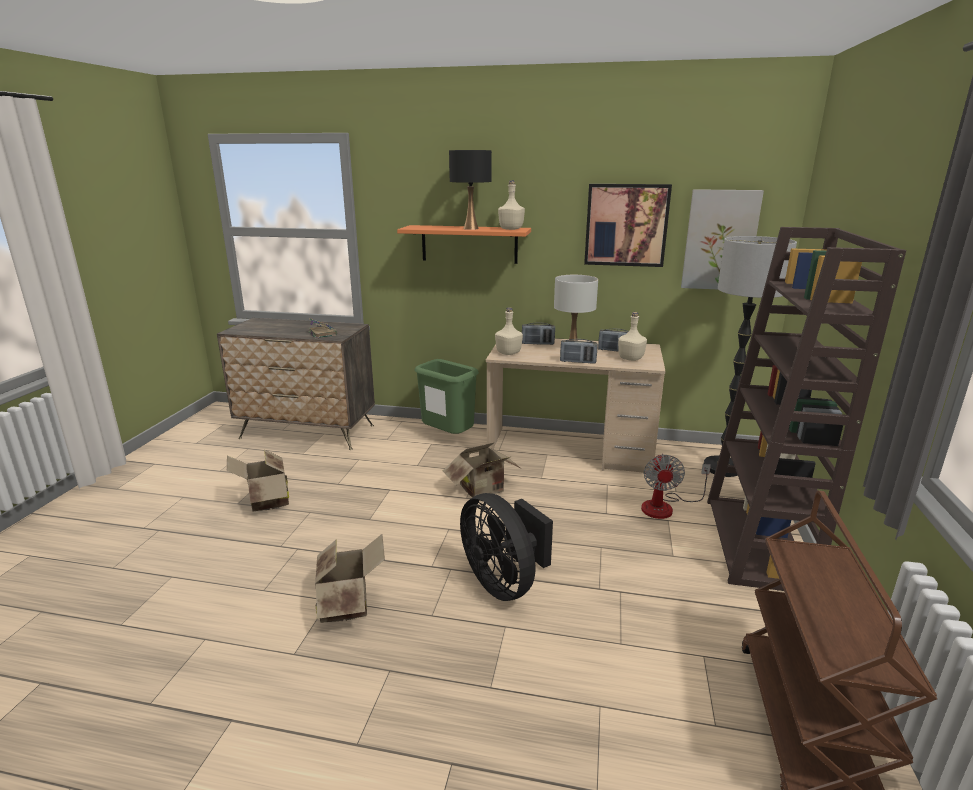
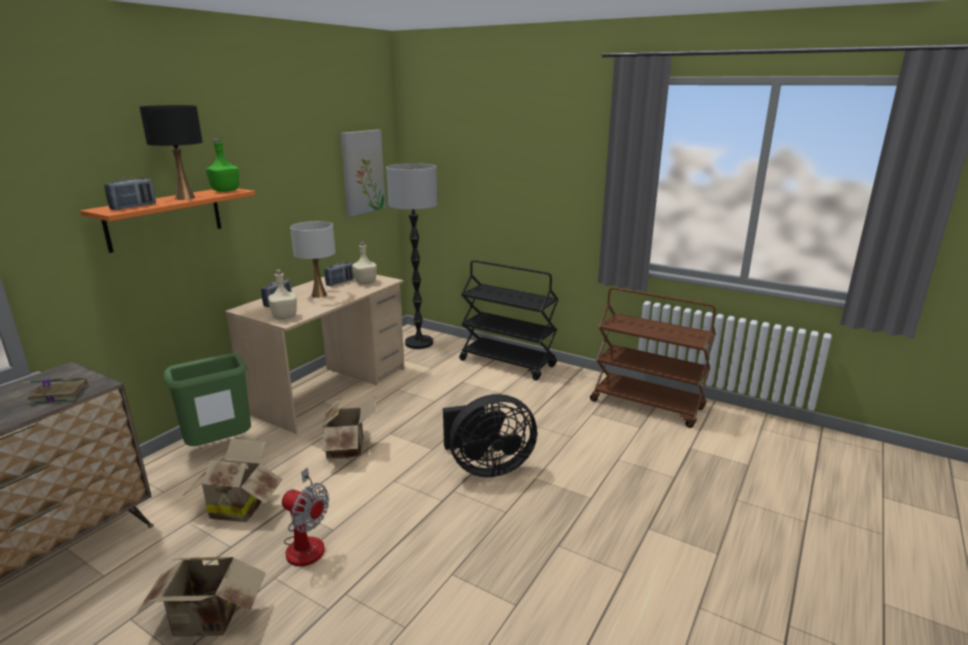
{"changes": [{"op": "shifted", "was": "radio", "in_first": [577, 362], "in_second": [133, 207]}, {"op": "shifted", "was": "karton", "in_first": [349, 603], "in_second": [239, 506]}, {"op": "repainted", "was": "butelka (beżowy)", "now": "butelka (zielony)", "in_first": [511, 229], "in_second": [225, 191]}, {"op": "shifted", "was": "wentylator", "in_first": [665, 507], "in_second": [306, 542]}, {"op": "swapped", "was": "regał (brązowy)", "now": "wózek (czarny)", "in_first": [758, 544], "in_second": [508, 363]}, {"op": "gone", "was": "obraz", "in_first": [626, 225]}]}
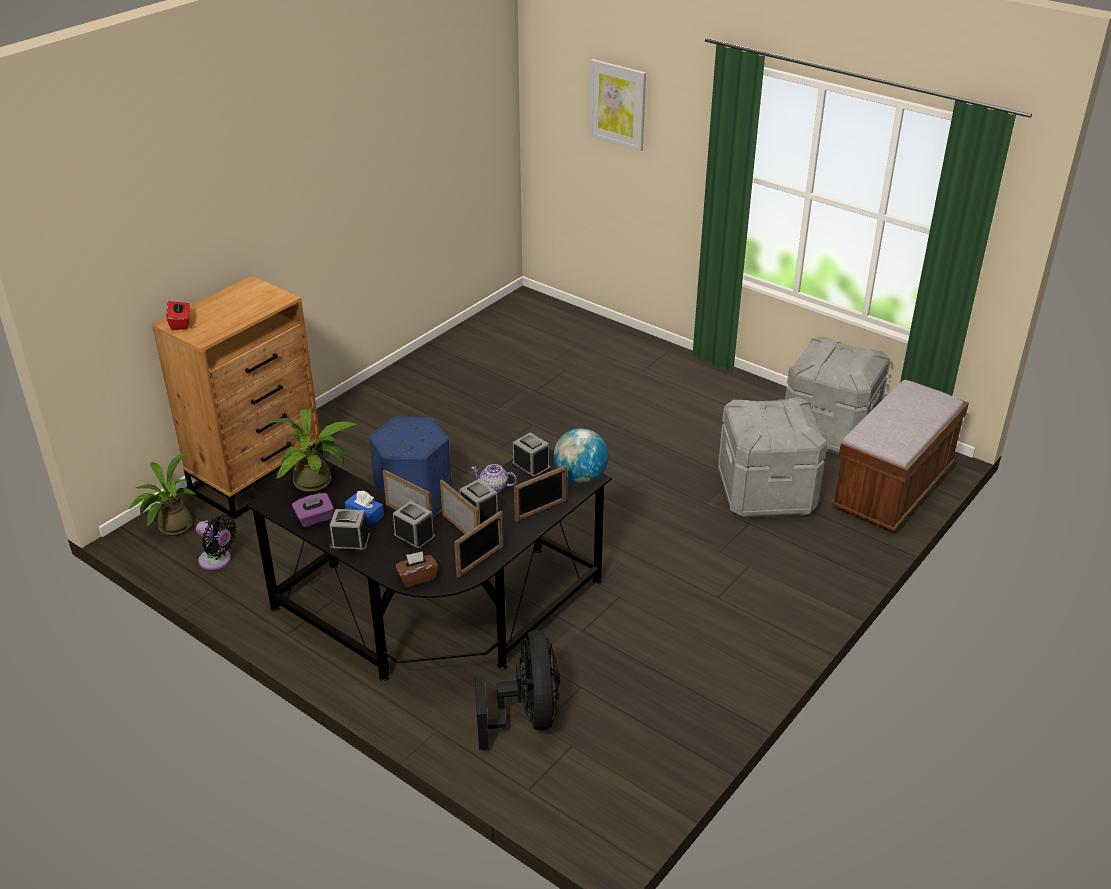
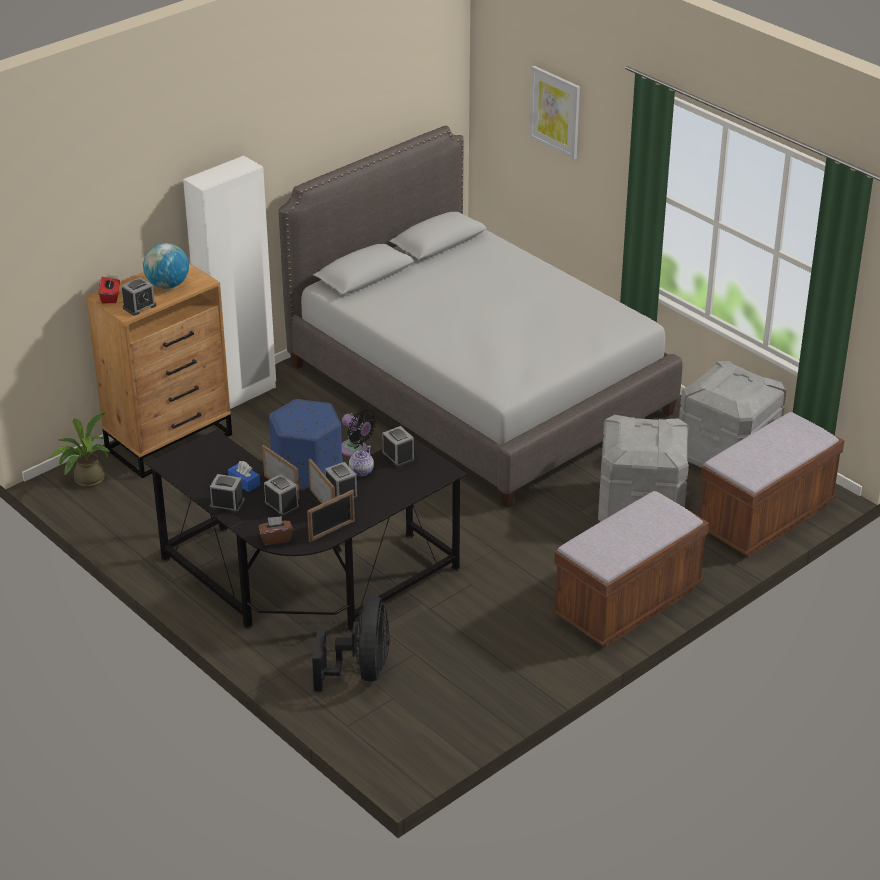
{"changes": [{"op": "new", "now": "budzik", "in_second": [139, 307]}, {"op": "shifted", "was": "globus", "in_first": [580, 477], "in_second": [167, 285]}, {"op": "new", "now": "szafa (biały)", "in_second": [240, 395]}, {"op": "new", "now": "łóżko (szary)", "in_second": [478, 388]}, {"op": "shifted", "was": "wentylator (czarny)", "in_first": [217, 560], "in_second": [356, 449]}, {"op": "rotated", "was": "imbryk", "in_first": [494, 487], "in_second": [361, 471], "clockwise": 90}, {"op": "new", "now": "ławka (brązowy)", "in_second": [627, 604]}, {"op": "gone", "was": "roślina doniczkowa", "in_first": [318, 482]}, {"op": "gone", "was": "pudełko chusteczek (fioletowy)", "in_first": [314, 519]}, {"op": "gone", "was": "ramka na zdjęcie", "in_first": [541, 510]}]}
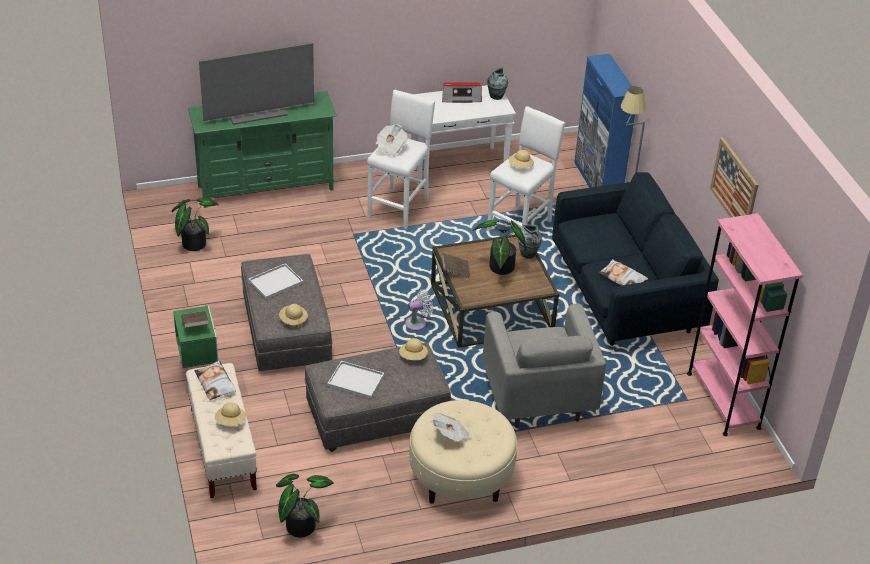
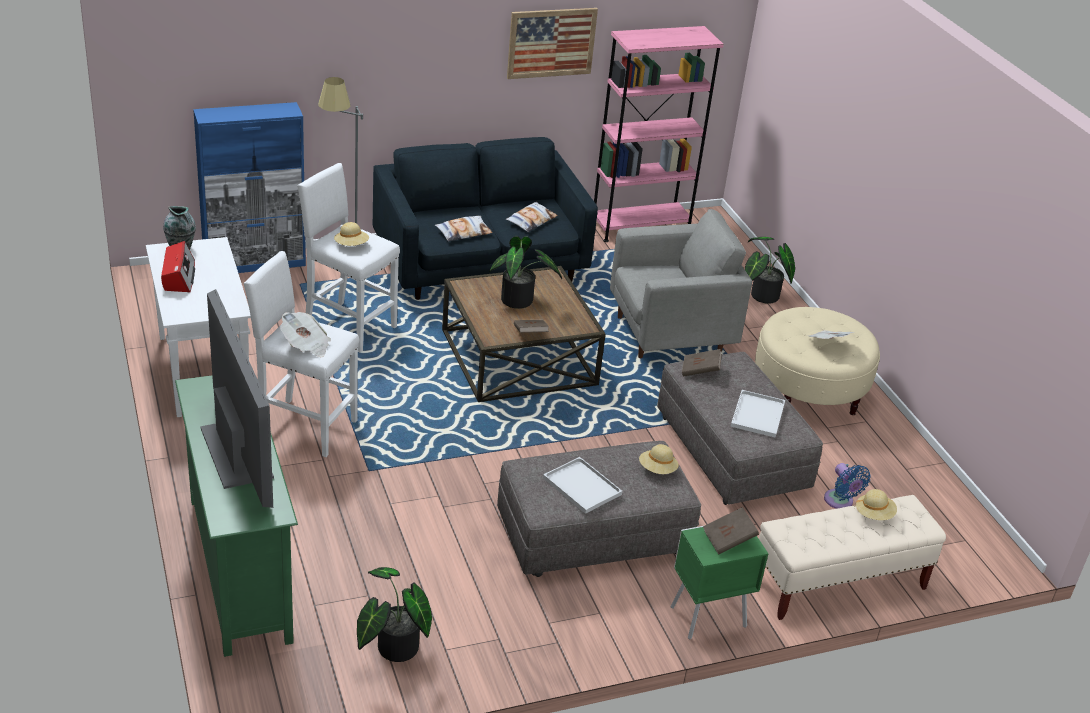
{"changes": [{"op": "shifted", "was": "poduszka", "in_first": [215, 383], "in_second": [463, 232]}, {"op": "swapped", "was": "kapelusz (beżowy)", "now": "książka (brązowy)", "in_first": [413, 356], "in_second": [700, 371]}, {"op": "shifted", "was": "roślina doniczkowa", "in_first": [300, 524], "in_second": [761, 296]}, {"op": "new", "now": "wentylator (niebieski)", "in_second": [840, 502]}, {"op": "gone", "was": "wentylator (biały)", "in_first": [418, 323]}, {"op": "gone", "was": "wazon", "in_first": [528, 254]}]}
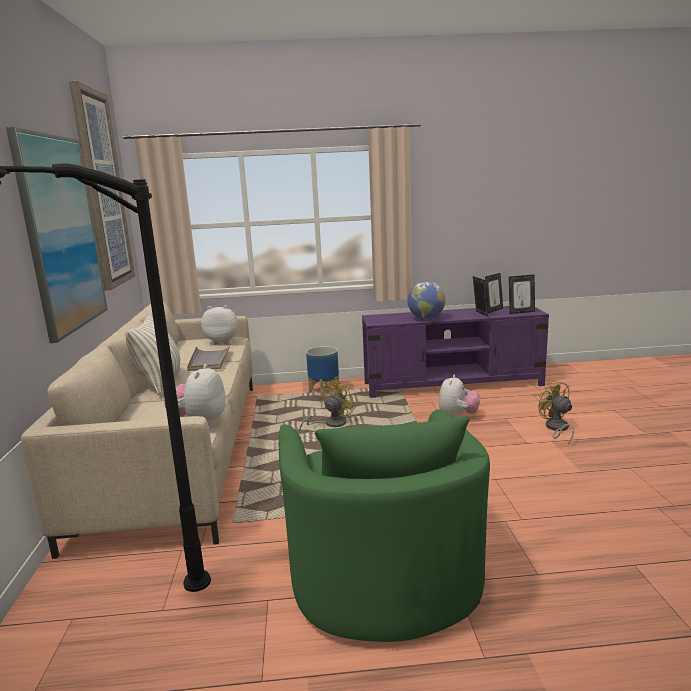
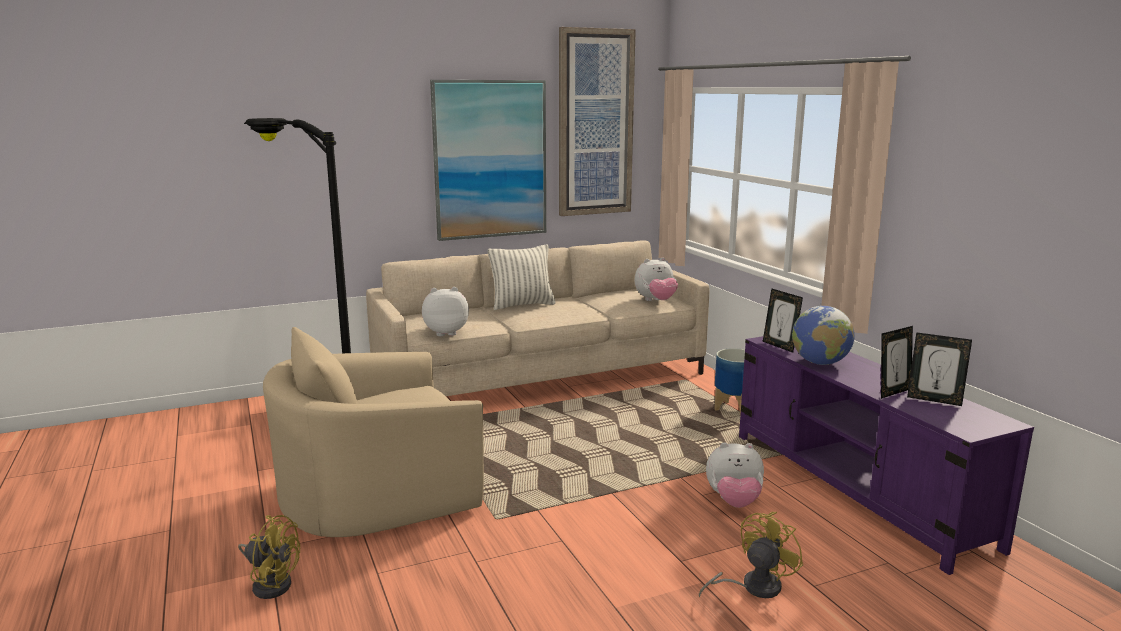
{"changes": [{"op": "shifted", "was": "wentylator (żółty)", "in_first": [331, 424], "in_second": [271, 583]}, {"op": "repainted", "was": "fotel (zielony)", "now": "fotel (beżowy)", "in_first": [381, 568], "in_second": [377, 493]}, {"op": "rotated", "was": "pluszak", "in_first": [223, 341], "in_second": [655, 301], "clockwise": 90}, {"op": "shifted", "was": "ramka na zdjęcie", "in_first": [521, 312], "in_second": [779, 346]}, {"op": "gone", "was": "taca (szary)", "in_first": [209, 360]}]}
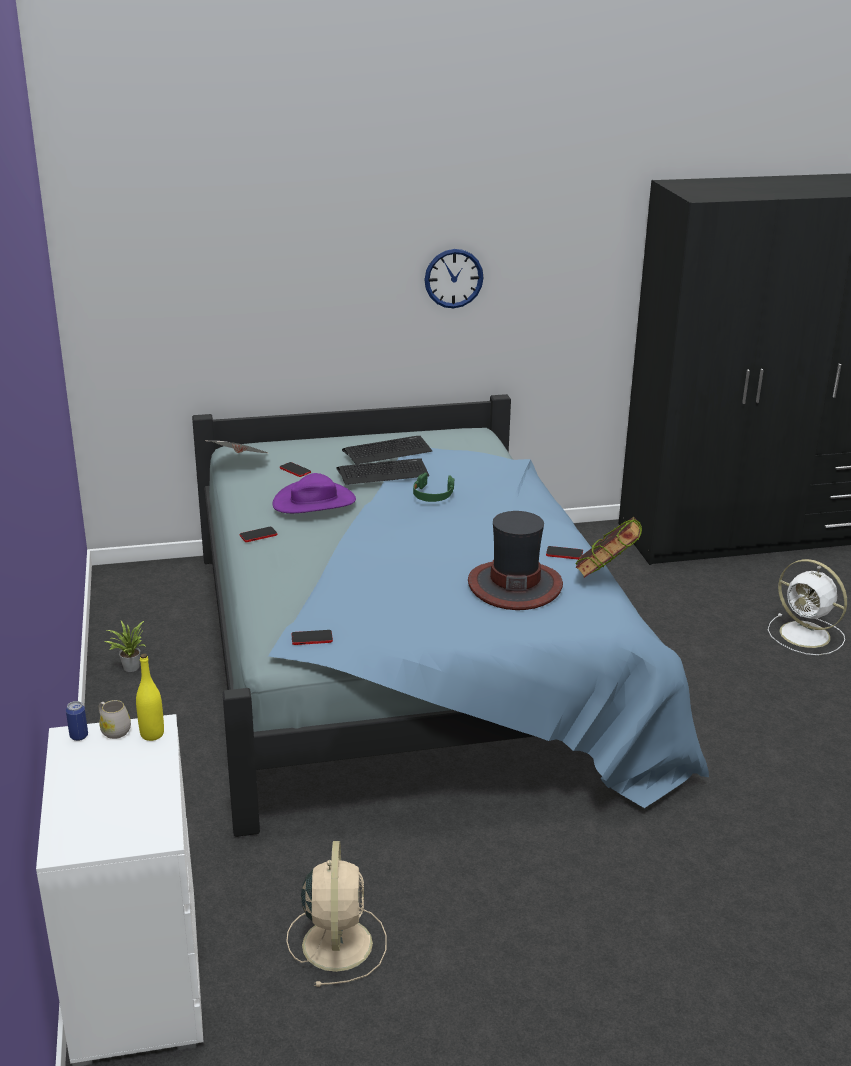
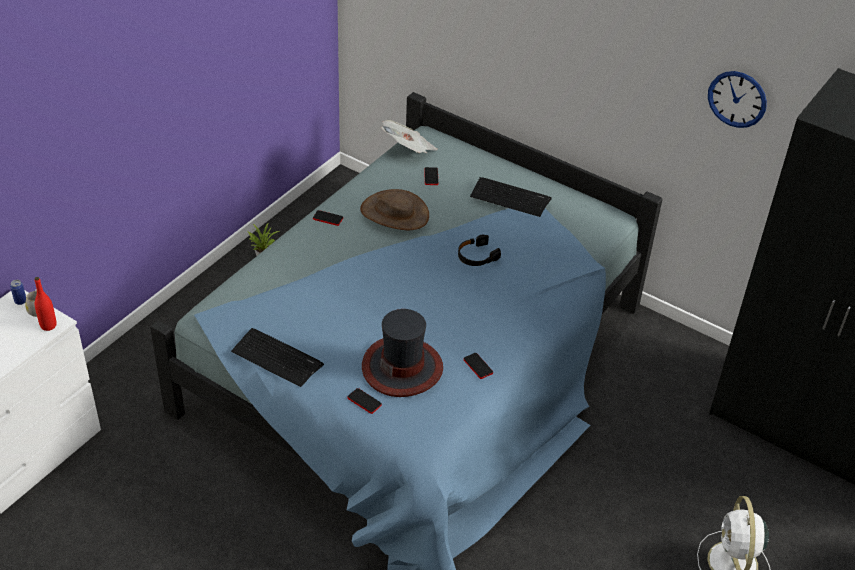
{"changes": [{"op": "repainted", "was": "butelka (żółty)", "now": "butelka (czerwony)", "in_first": [152, 734], "in_second": [48, 325]}, {"op": "shifted", "was": "klawiatura", "in_first": [383, 473], "in_second": [277, 358]}, {"op": "shifted", "was": "telefon", "in_first": [312, 638], "in_second": [364, 401]}, {"op": "repainted", "was": "kapelusz (fioletowy)", "now": "kapelusz (brązowy)", "in_first": [314, 502], "in_second": [394, 213]}, {"op": "repainted", "was": "słuchawki (zielony)", "now": "słuchawki (czarny)", "in_first": [432, 494], "in_second": [476, 256]}, {"op": "shifted", "was": "zegar ścienny", "in_first": [453, 278], "in_second": [737, 99]}, {"op": "gone", "was": "wentylator (beżowy)", "in_first": [337, 942]}, {"op": "gone", "was": "książka", "in_first": [606, 576]}]}
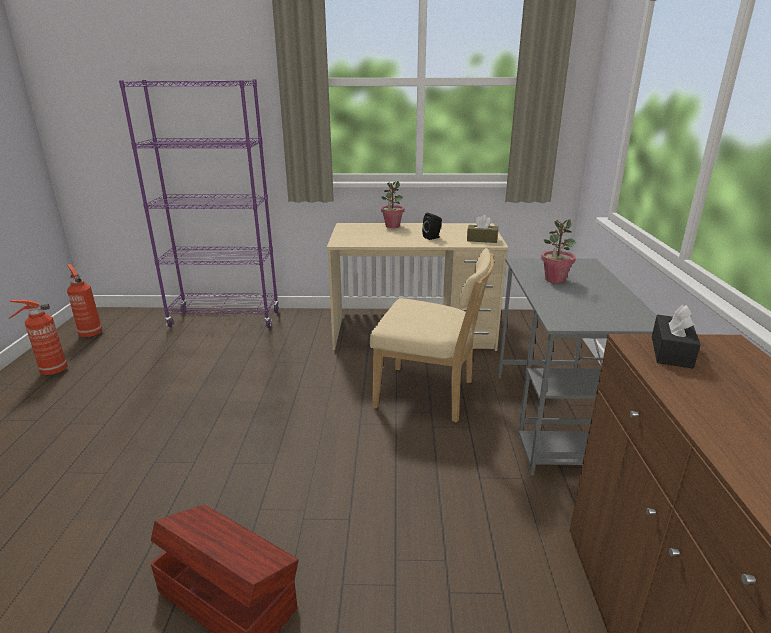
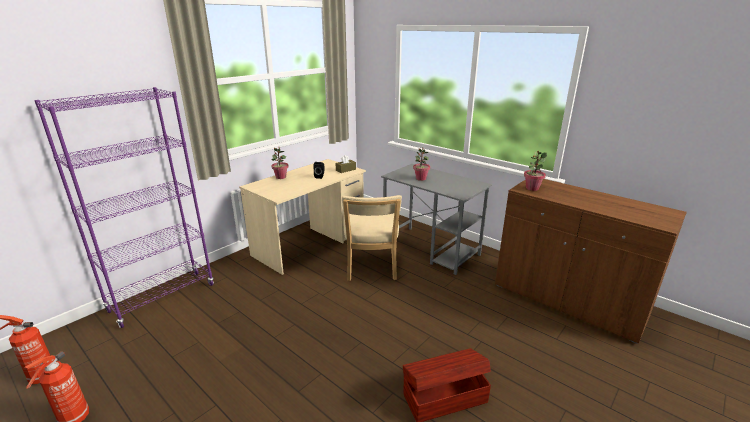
{"changes": [{"op": "rotated", "was": "krzesło (beżowy)", "in_first": [429, 395], "in_second": [371, 268], "clockwise": 120}, {"op": "swapped", "was": "pudełko chusteczek (czarny)", "now": "roślina doniczkowa", "in_first": [671, 352], "in_second": [532, 188]}]}
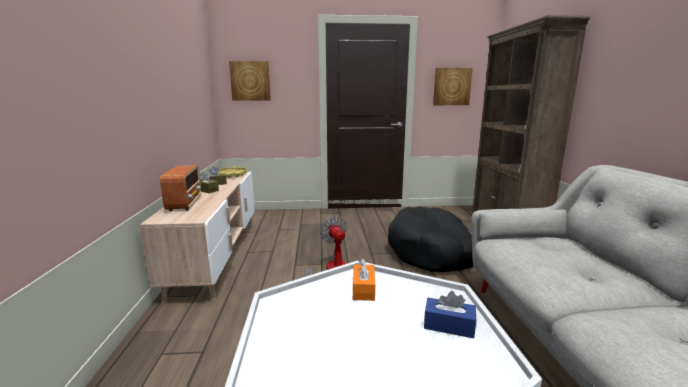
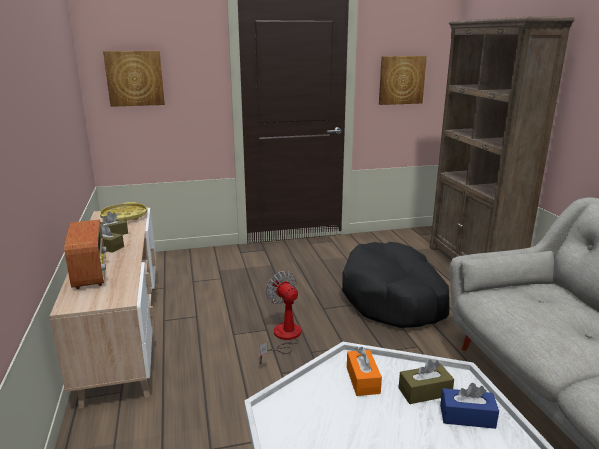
{"changes": [{"op": "new", "now": "pudełko chusteczek (brązowy)", "in_second": [425, 392]}]}
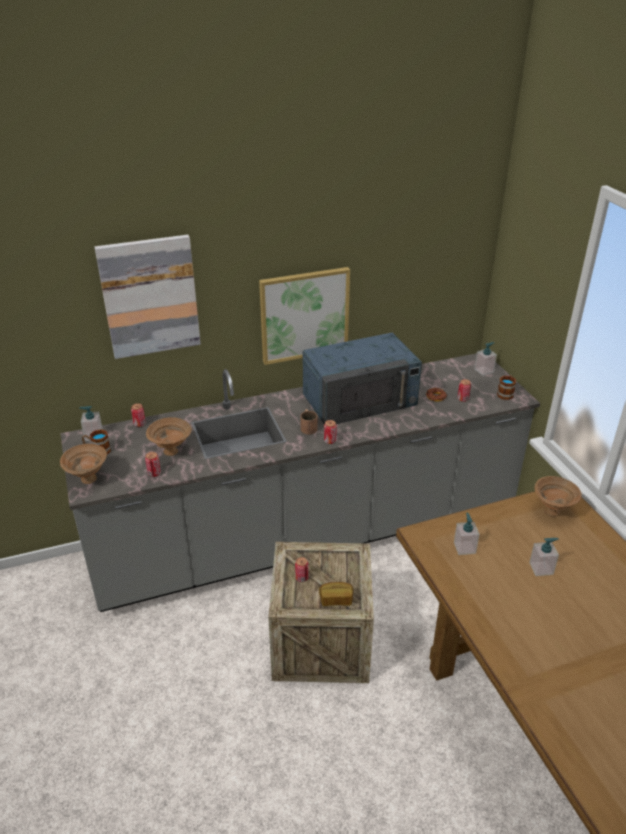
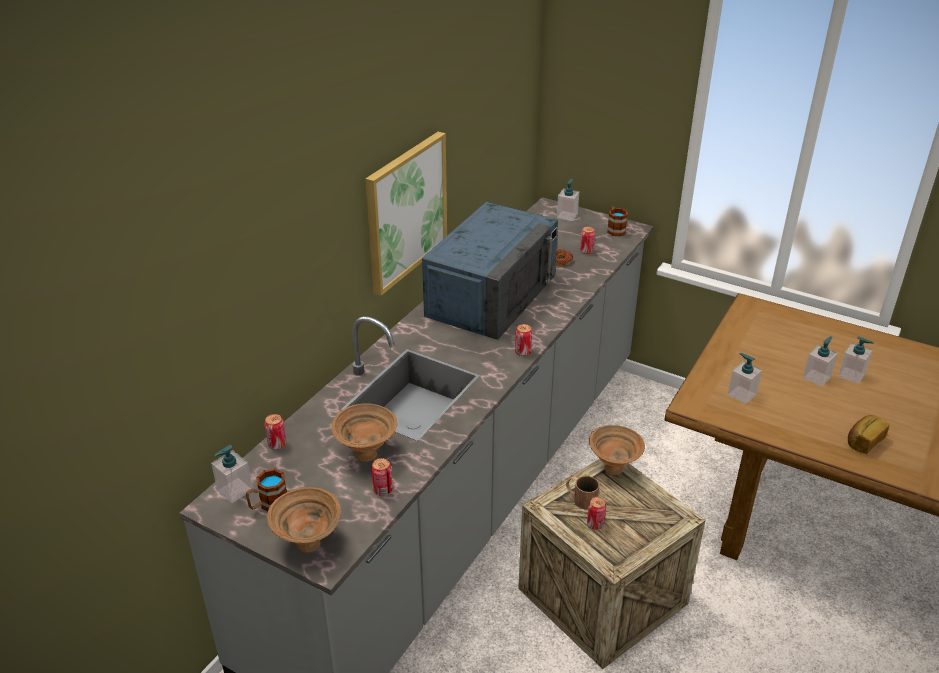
{"changes": [{"op": "shifted", "was": "kubek (brązowy)", "in_first": [308, 426], "in_second": [580, 498]}, {"op": "shifted", "was": "miska (brązowy)", "in_first": [552, 511], "in_second": [613, 468]}, {"op": "new", "now": "dozownik mydła", "in_second": [851, 375]}, {"op": "shifted", "was": "chleb", "in_first": [336, 599], "in_second": [863, 441]}, {"op": "gone", "was": "obraz", "in_first": [150, 296]}]}
